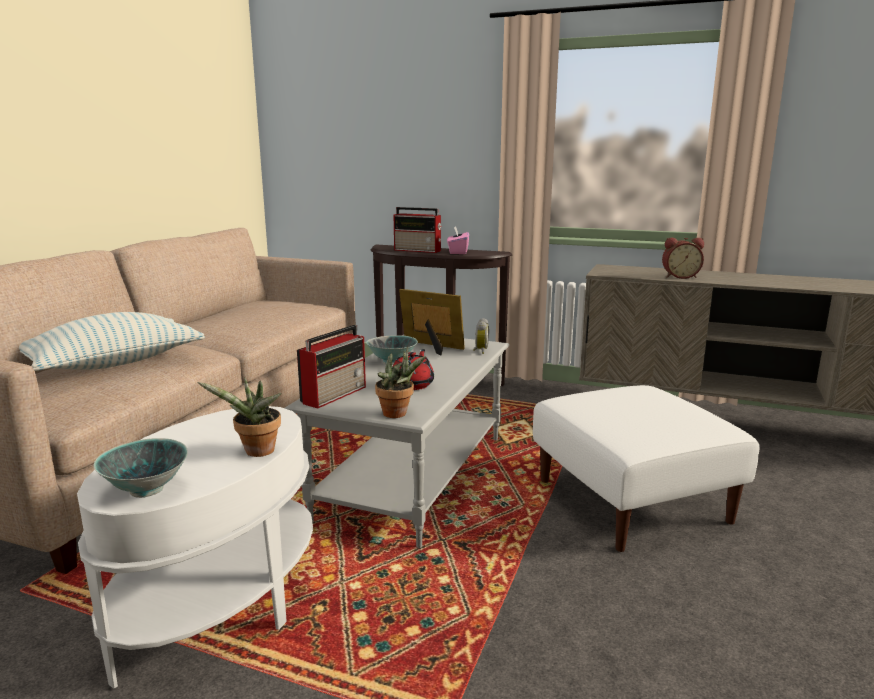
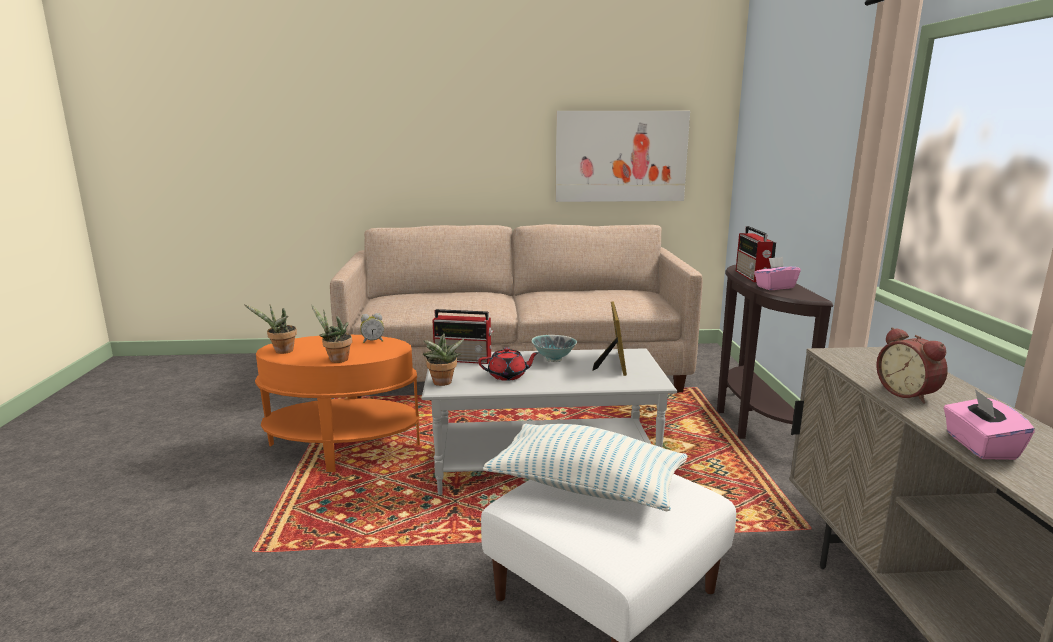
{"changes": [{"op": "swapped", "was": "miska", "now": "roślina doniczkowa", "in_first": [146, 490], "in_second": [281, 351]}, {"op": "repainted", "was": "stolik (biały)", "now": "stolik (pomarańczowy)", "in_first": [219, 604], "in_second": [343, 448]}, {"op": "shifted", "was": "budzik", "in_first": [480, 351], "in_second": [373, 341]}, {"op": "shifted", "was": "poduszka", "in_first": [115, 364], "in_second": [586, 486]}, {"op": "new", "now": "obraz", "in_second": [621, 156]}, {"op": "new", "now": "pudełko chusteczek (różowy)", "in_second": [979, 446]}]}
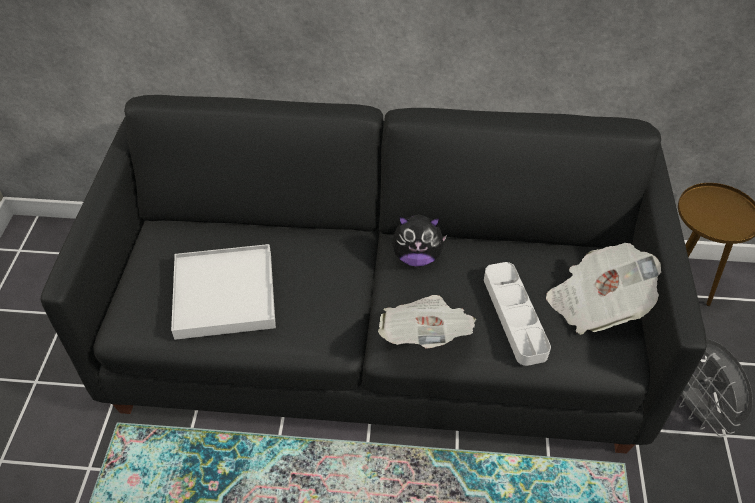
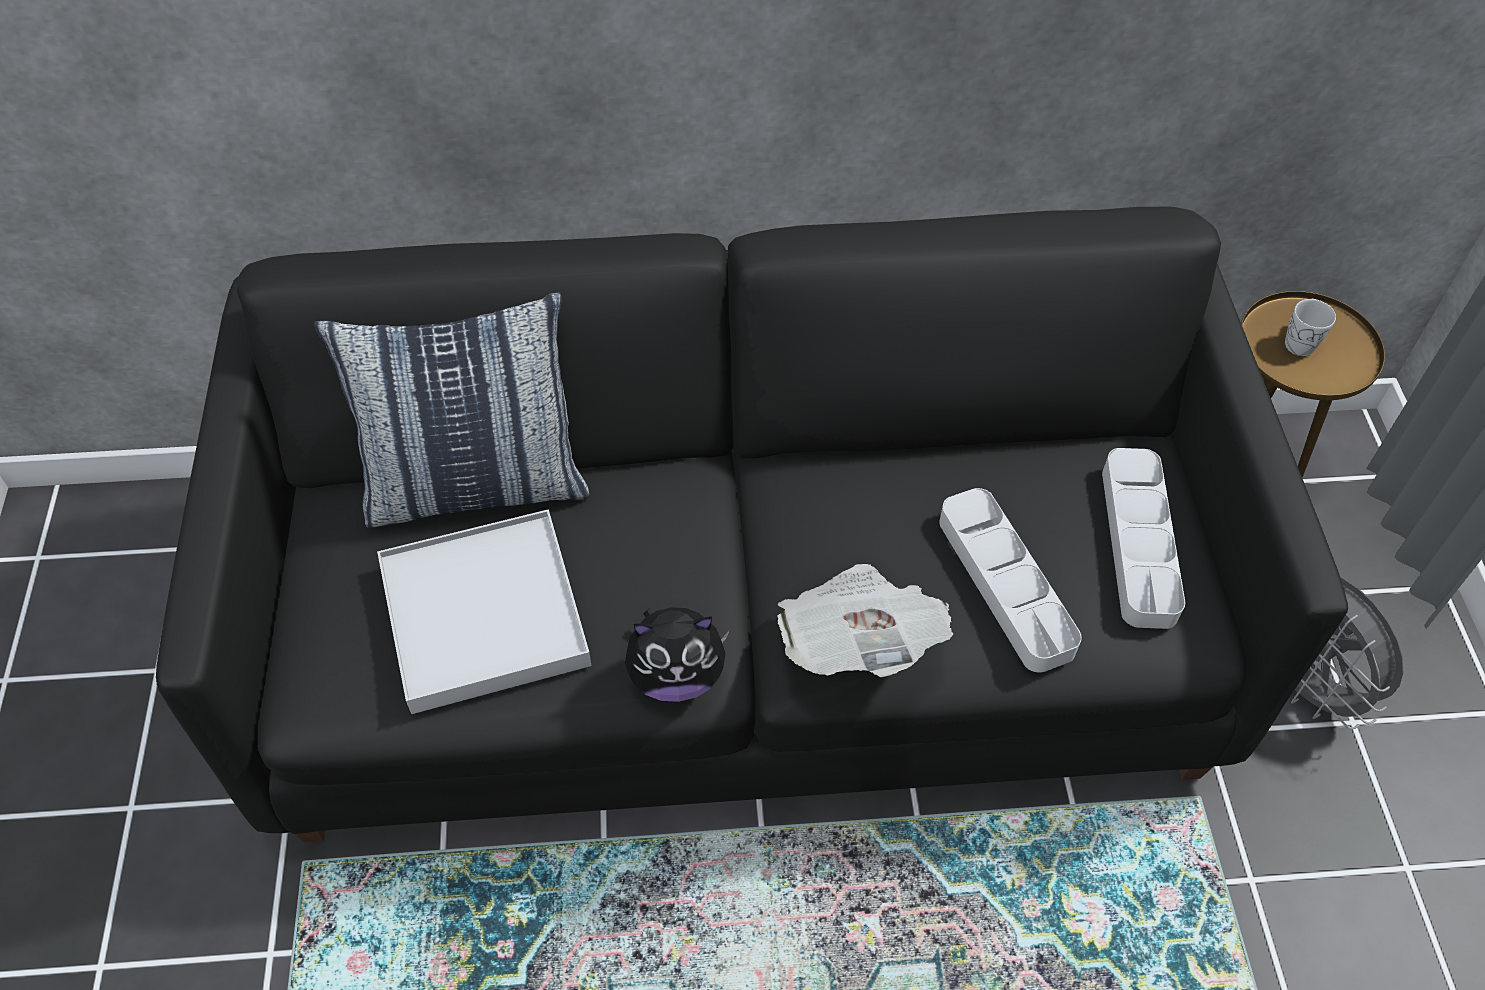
{"changes": [{"op": "new", "now": "poduszka", "in_second": [476, 485]}, {"op": "shifted", "was": "pluszak", "in_first": [417, 257], "in_second": [676, 676]}, {"op": "swapped", "was": "gazeta", "now": "taca (szary)", "in_first": [596, 304], "in_second": [1138, 542]}, {"op": "new", "now": "kubek (biały)", "in_second": [1300, 340]}]}
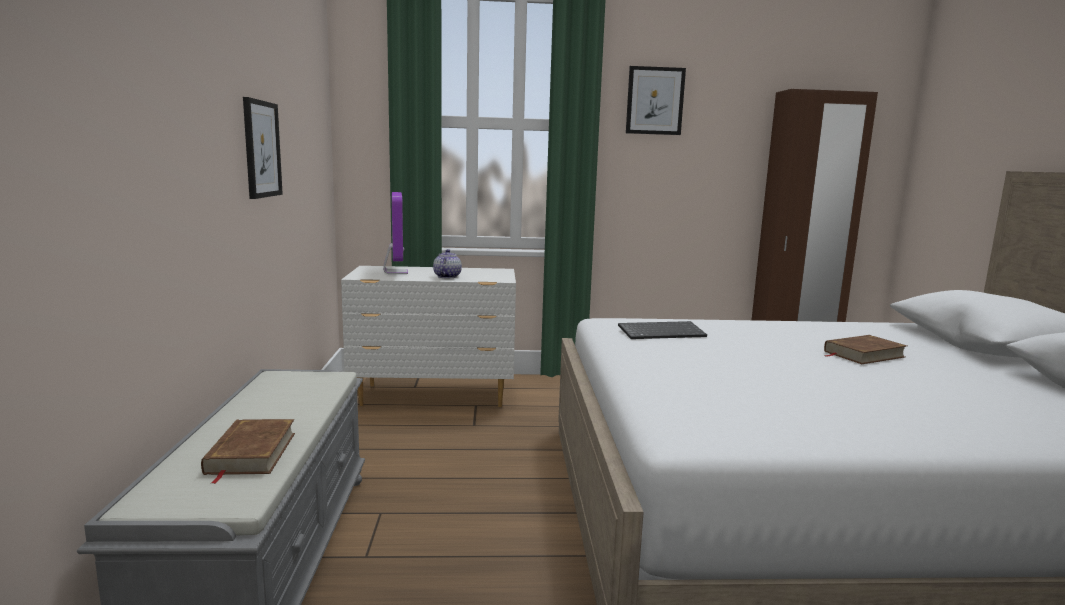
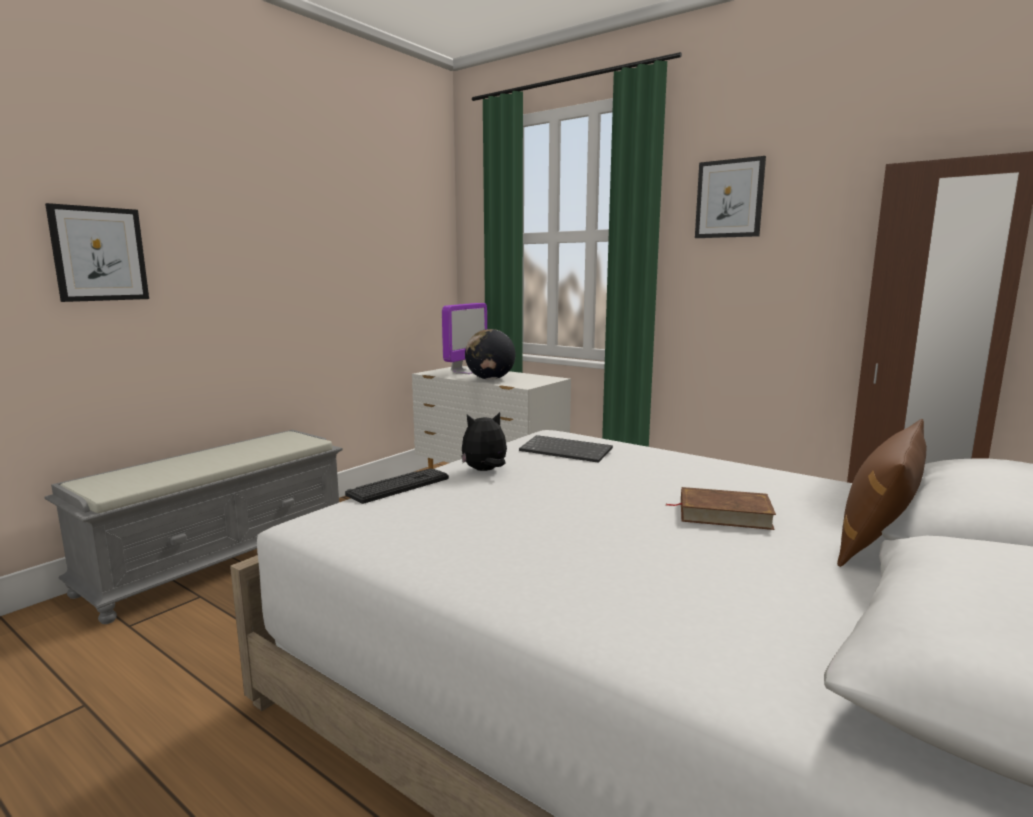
{"changes": [{"op": "shifted", "was": "obraz", "in_first": [261, 149], "in_second": [99, 254]}, {"op": "new", "now": "klawiatura", "in_second": [398, 486]}, {"op": "new", "now": "pluszak", "in_second": [485, 471]}, {"op": "swapped", "was": "imbryk", "now": "globus", "in_first": [447, 276], "in_second": [490, 379]}, {"op": "new", "now": "poduszka (brązowy)", "in_second": [879, 532]}, {"op": "gone", "was": "książka (brązowy)", "in_first": [250, 453]}]}
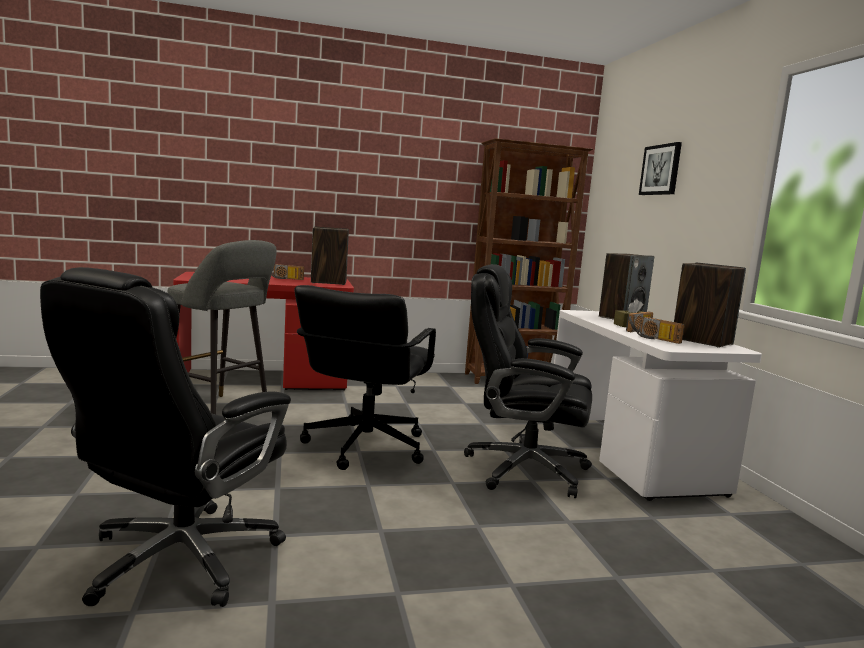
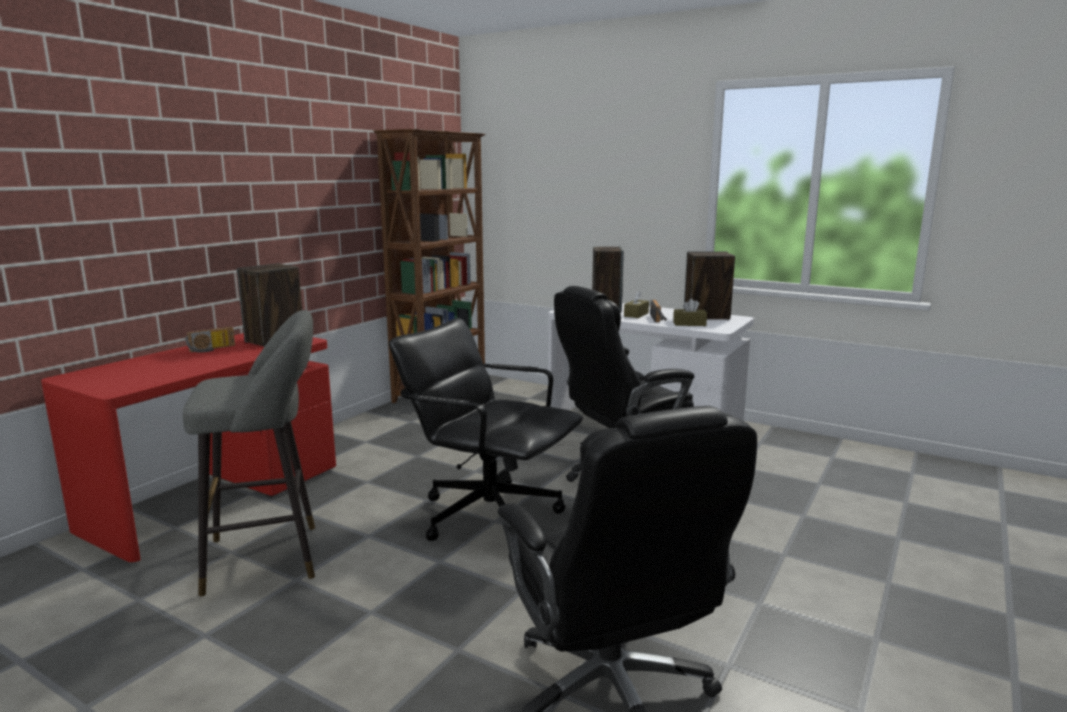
{"changes": [{"op": "rotated", "was": "krzesło biurowe (czarny)", "in_first": [364, 447], "in_second": [489, 515], "clockwise": 150}, {"op": "swapped", "was": "radio", "now": "pudełko chusteczek (brązowy)", "in_first": [656, 339], "in_second": [689, 324]}, {"op": "gone", "was": "obraz", "in_first": [661, 170]}]}
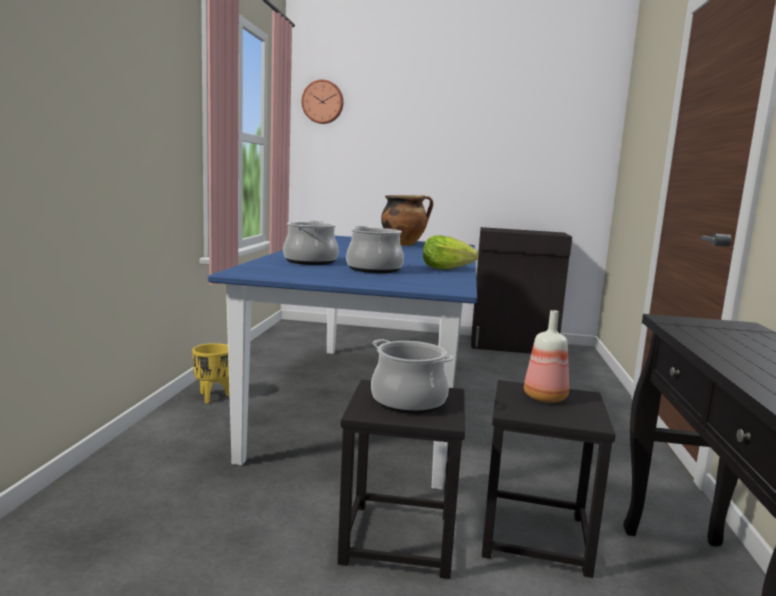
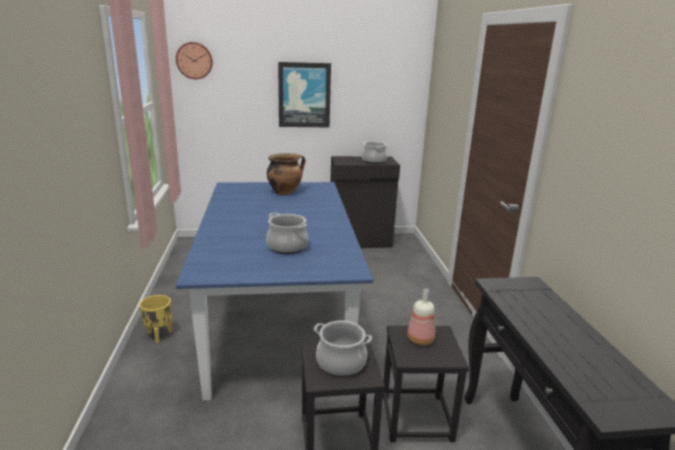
{"changes": [{"op": "new", "now": "obraz", "in_second": [304, 95]}, {"op": "shifted", "was": "garnek", "in_first": [310, 261], "in_second": [374, 161]}, {"op": "gone", "was": "sałata", "in_first": [445, 269]}]}
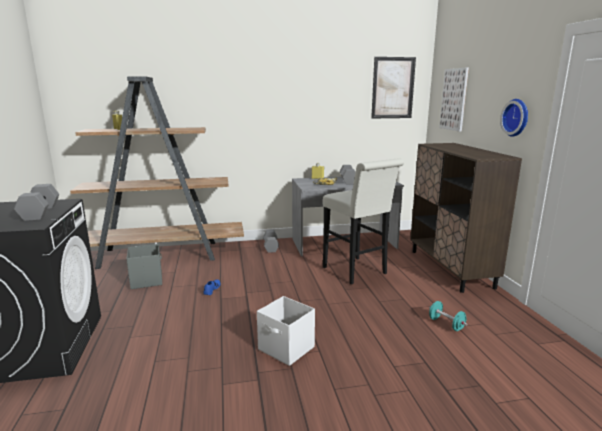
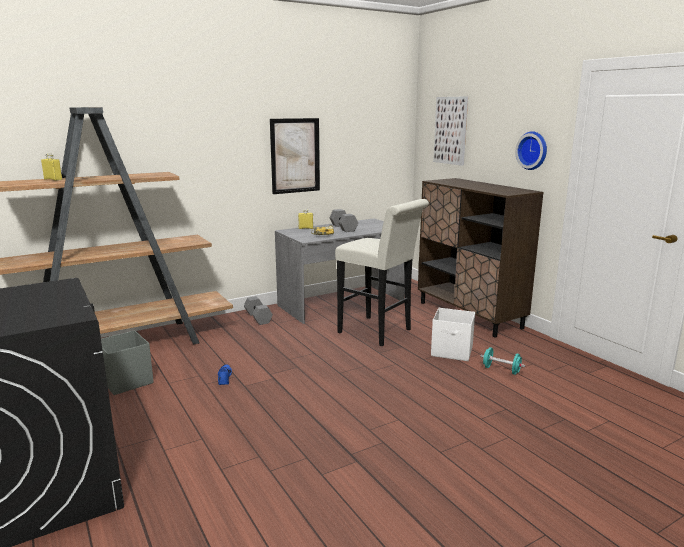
{"changes": [{"op": "shifted", "was": "obraz", "in_first": [393, 88], "in_second": [295, 156]}, {"op": "shifted", "was": "pojemnik do przechowywania (biały)", "in_first": [286, 349], "in_second": [452, 352]}, {"op": "gone", "was": "hantel (szary)", "in_first": [39, 212]}]}
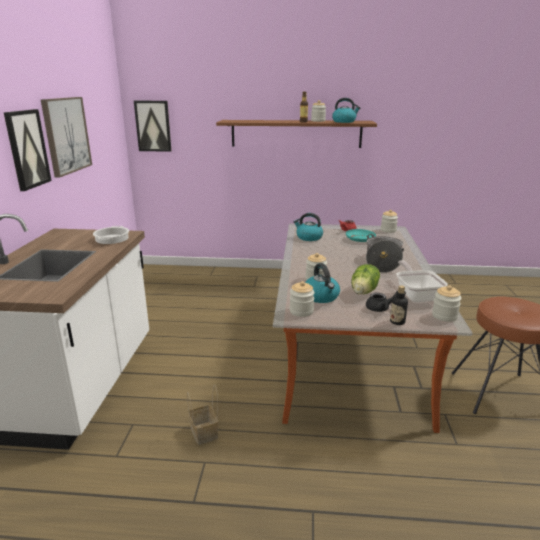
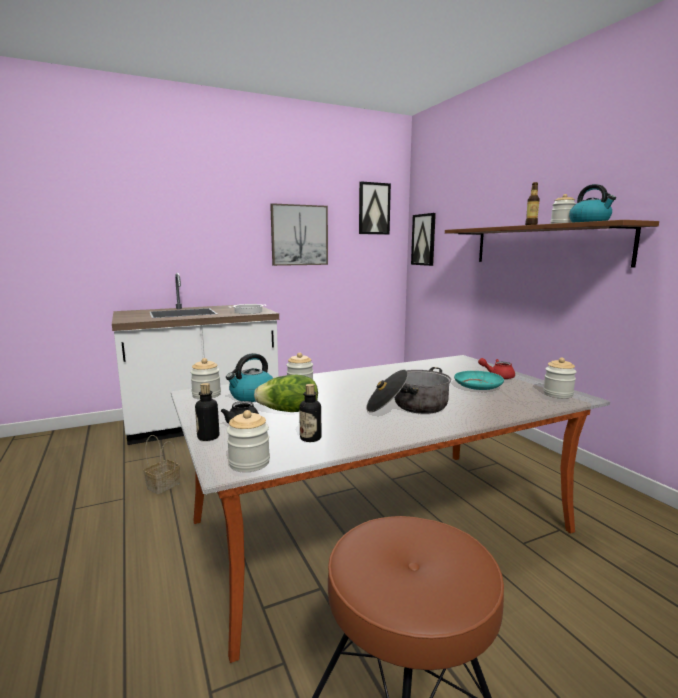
{"changes": [{"op": "swapped", "was": "patelnia", "now": "butelka", "in_first": [416, 295], "in_second": [310, 438]}, {"op": "shifted", "was": "obraz", "in_first": [27, 149], "in_second": [374, 208]}, {"op": "gone", "was": "czajnik", "in_first": [308, 237]}]}
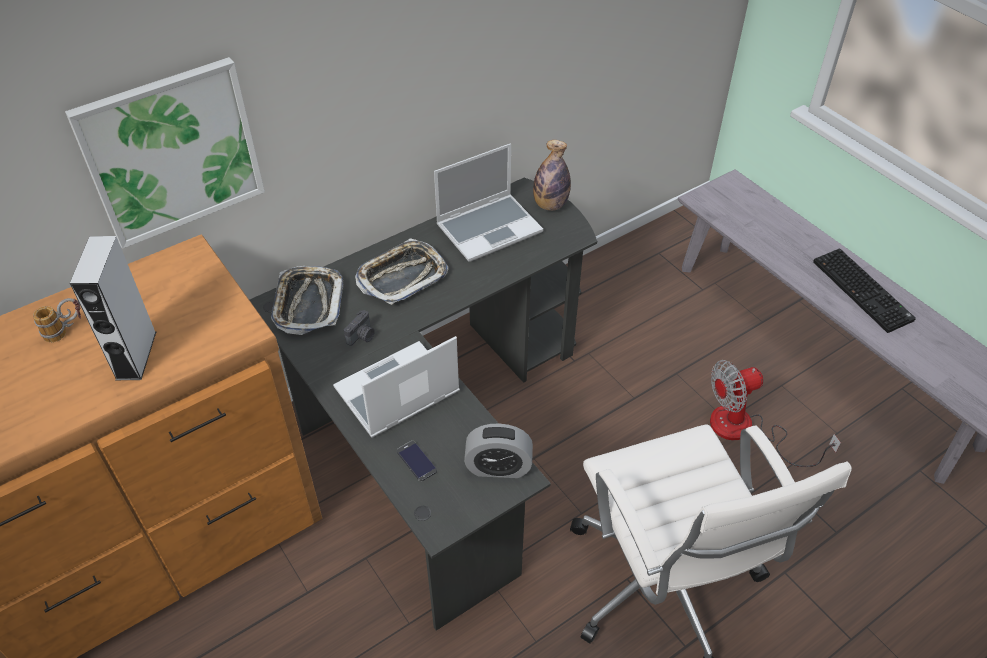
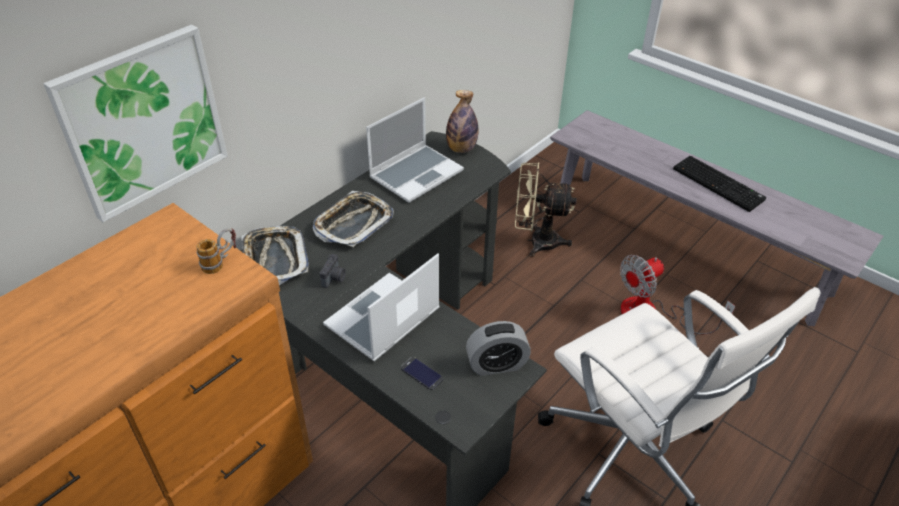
{"changes": [{"op": "shifted", "was": "kubek", "in_first": [65, 330], "in_second": [221, 262]}, {"op": "new", "now": "wentylator (beżowy)", "in_second": [536, 241]}, {"op": "gone", "was": "głośnik (szary)", "in_first": [136, 355]}]}
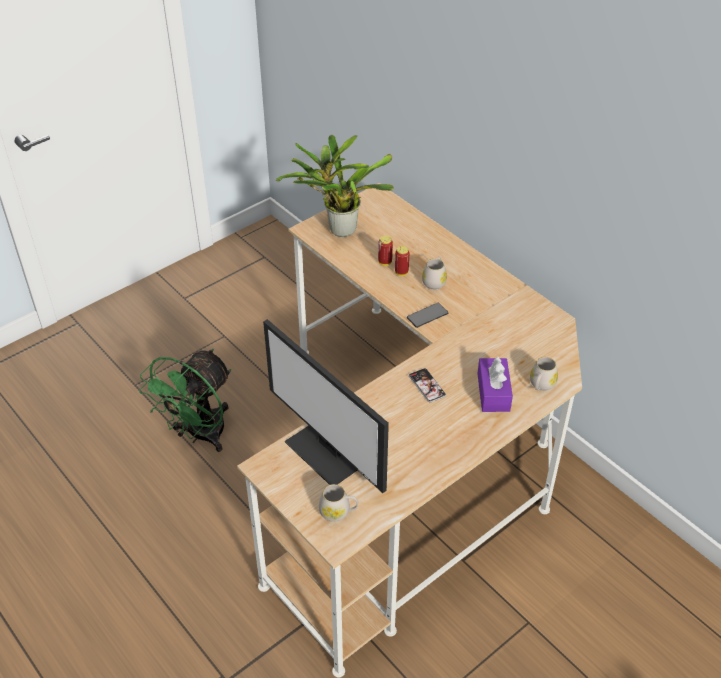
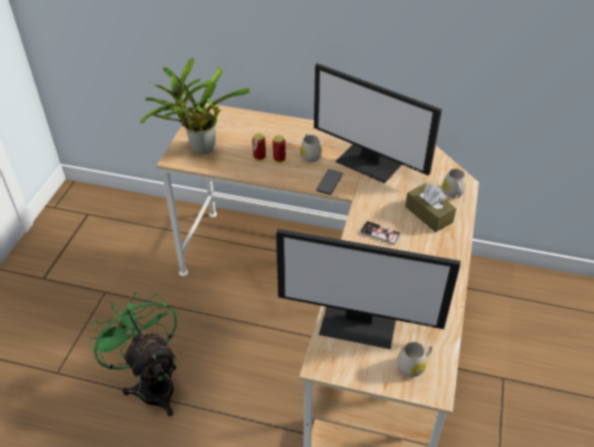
{"changes": [{"op": "rotated", "was": "wentylator (zielony)", "in_first": [200, 435], "in_second": [151, 383], "clockwise": 150}, {"op": "new", "now": "monitor", "in_second": [370, 163]}, {"op": "repainted", "was": "pudełko chusteczek (fioletowy)", "now": "pudełko chusteczek (brązowy)", "in_first": [493, 392], "in_second": [428, 214]}]}
